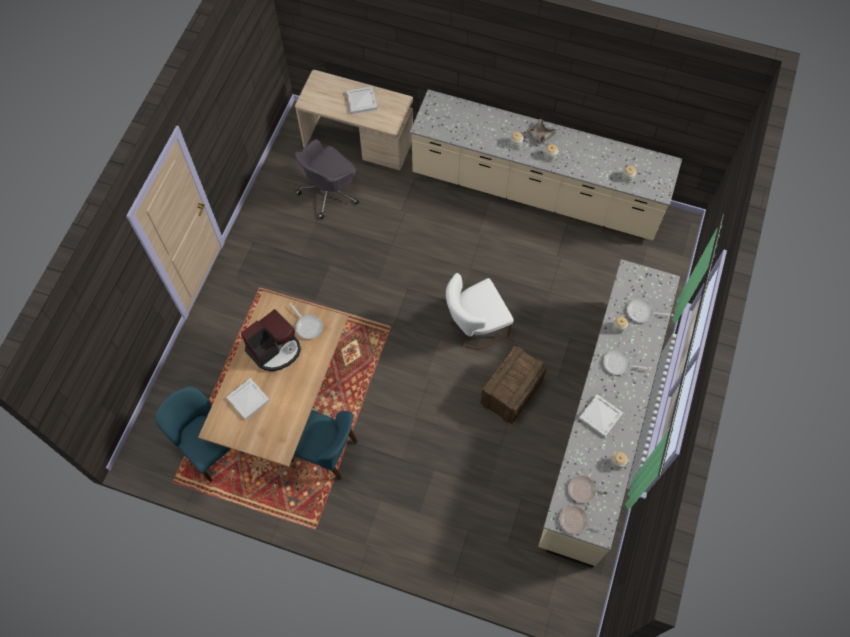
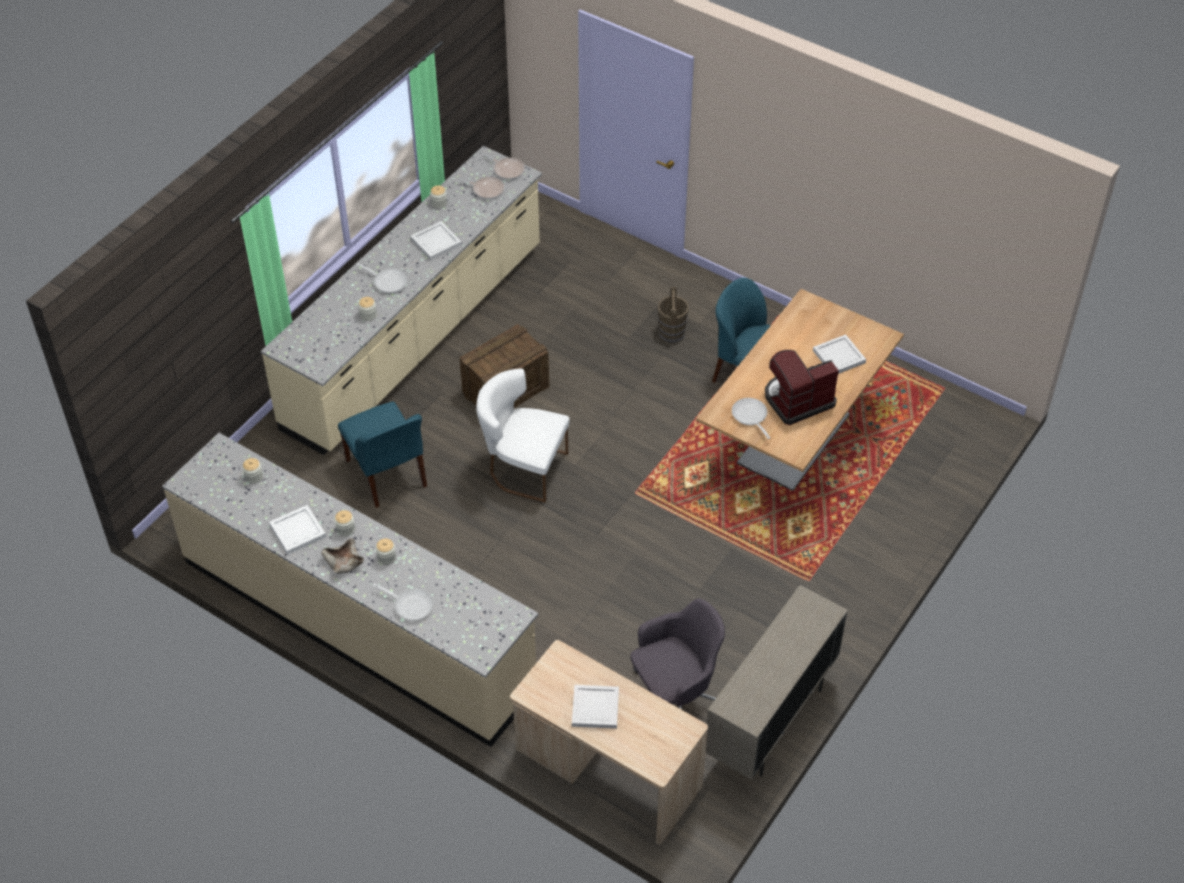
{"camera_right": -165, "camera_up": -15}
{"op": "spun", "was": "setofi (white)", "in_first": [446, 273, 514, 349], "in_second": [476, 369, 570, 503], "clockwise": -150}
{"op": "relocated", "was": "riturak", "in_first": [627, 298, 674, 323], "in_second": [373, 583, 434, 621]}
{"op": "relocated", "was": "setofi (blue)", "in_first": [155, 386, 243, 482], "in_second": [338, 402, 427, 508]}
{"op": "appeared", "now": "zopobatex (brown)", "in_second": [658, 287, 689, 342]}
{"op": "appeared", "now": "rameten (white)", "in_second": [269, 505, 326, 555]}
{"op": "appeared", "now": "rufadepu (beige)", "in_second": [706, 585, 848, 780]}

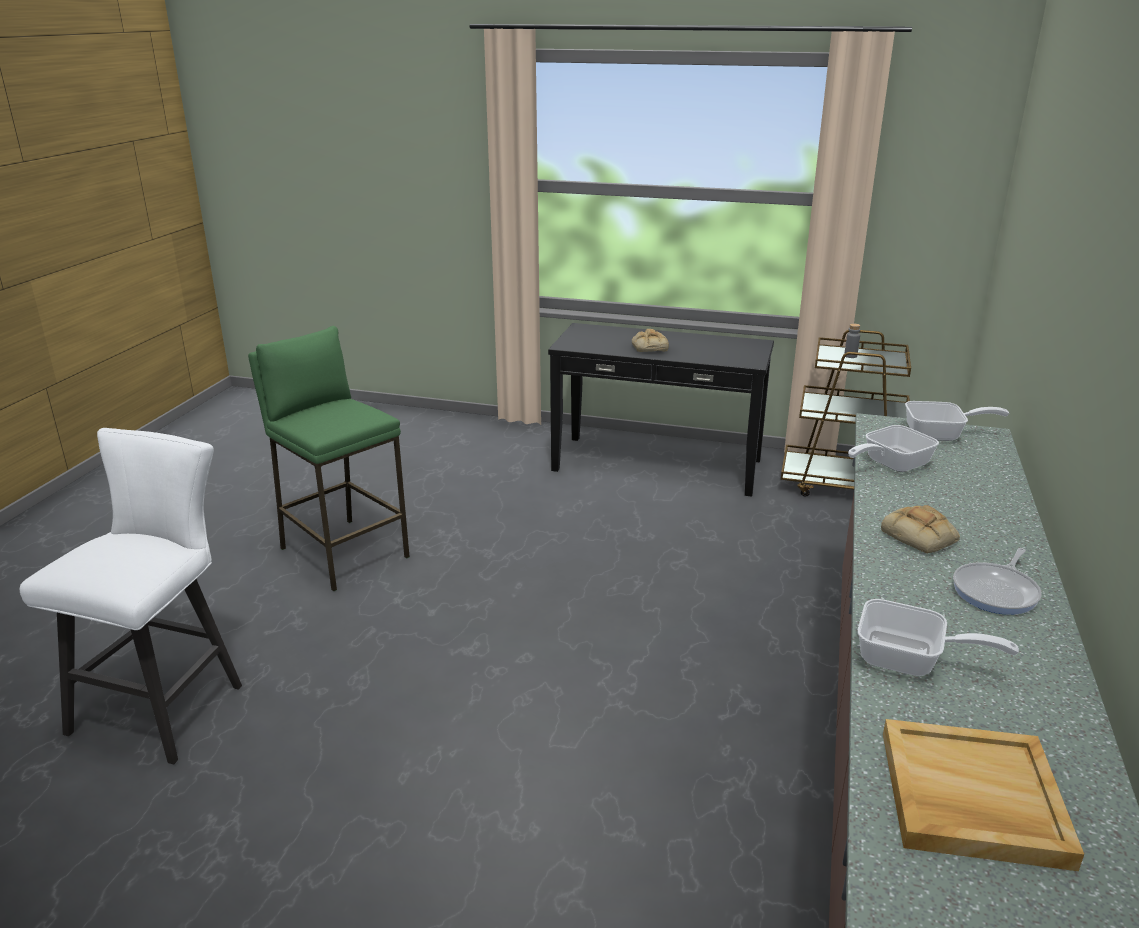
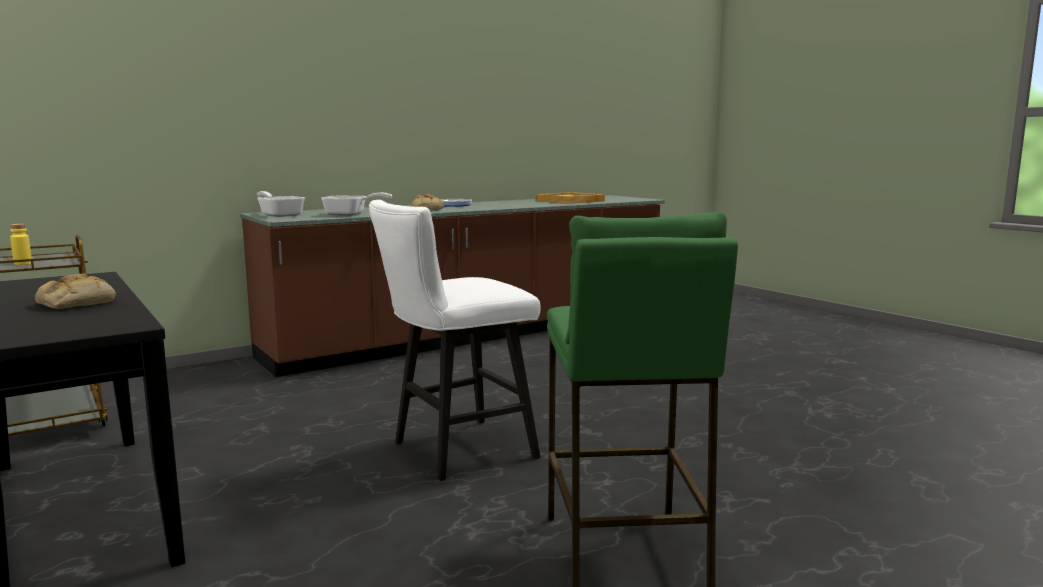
{"camera_right": -140, "camera_up": -15}
{"op": "colour", "was": "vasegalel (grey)", "now": "vasegalel (yellow)", "in_first": [844, 323, 860, 358], "in_second": [10, 224, 32, 265]}
{"op": "relocated", "was": "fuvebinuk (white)", "in_first": [20, 428, 242, 765], "in_second": [369, 200, 541, 481]}
{"op": "missing", "was": "riturak", "in_first": [858, 599, 1019, 676]}

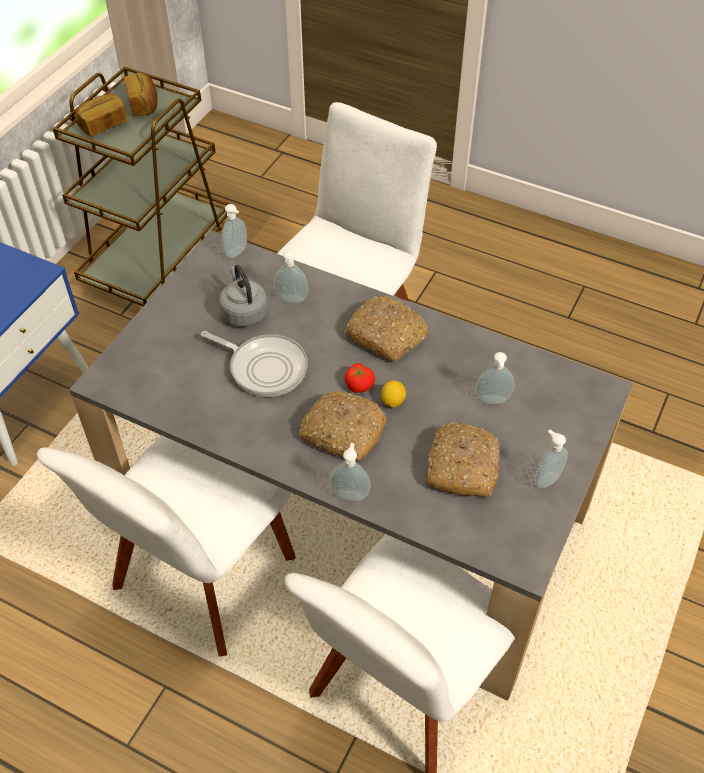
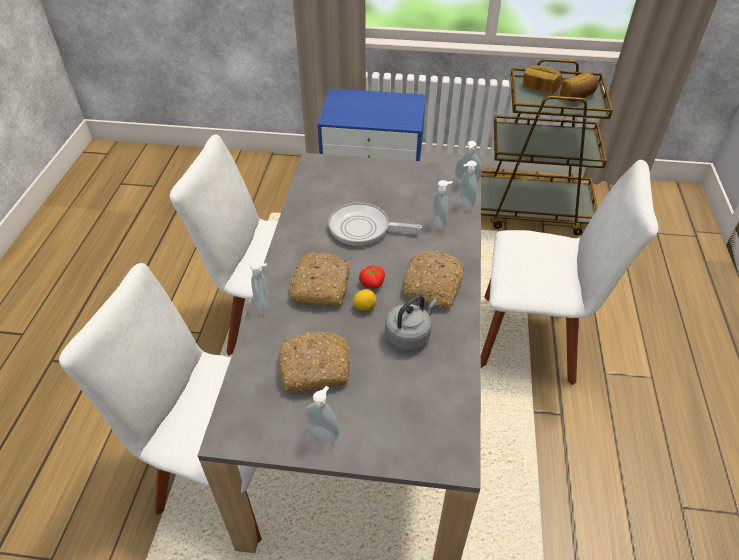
{"camera_right": 70, "camera_up": -5}
{"op": "relocated", "was": "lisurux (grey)", "in_first": [219, 265, 268, 327], "in_second": [385, 294, 438, 350]}
{"op": "spun", "was": "riturak", "in_first": [201, 331, 308, 397], "in_second": [328, 202, 422, 246], "clockwise": 90}
{"op": "relocated", "was": "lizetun", "in_first": [476, 352, 514, 404], "in_second": [460, 160, 477, 208]}

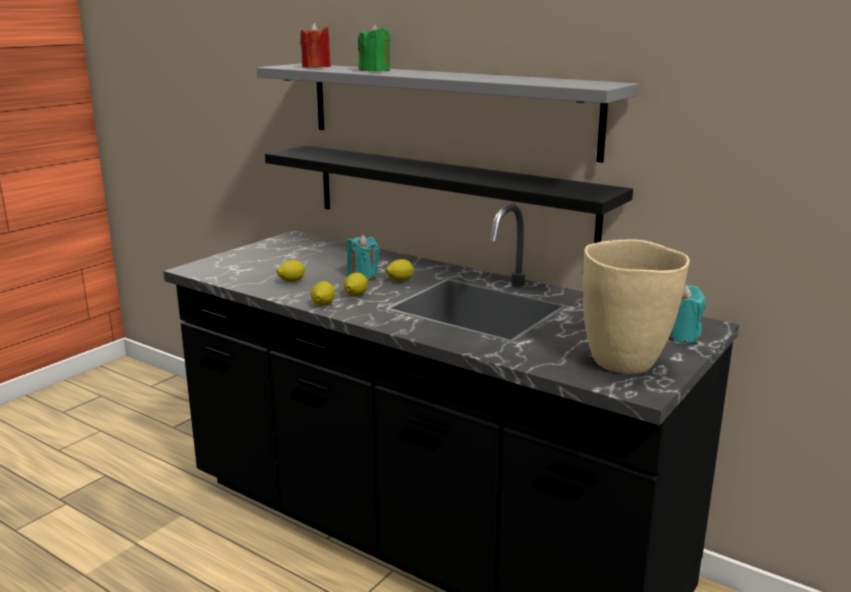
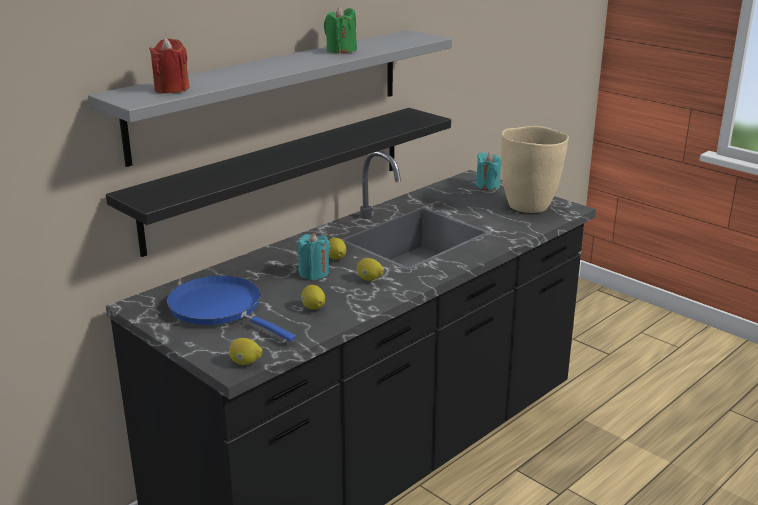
{"camera_right": -80, "camera_up": 5}
{"op": "relocated", "was": "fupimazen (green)", "in_first": [358, 24, 391, 72], "in_second": [324, 6, 357, 53]}
{"op": "relocated", "was": "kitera", "in_first": [311, 281, 335, 306], "in_second": [229, 338, 262, 365]}
{"op": "appeared", "now": "riturak (blue)", "in_second": [167, 275, 296, 341]}

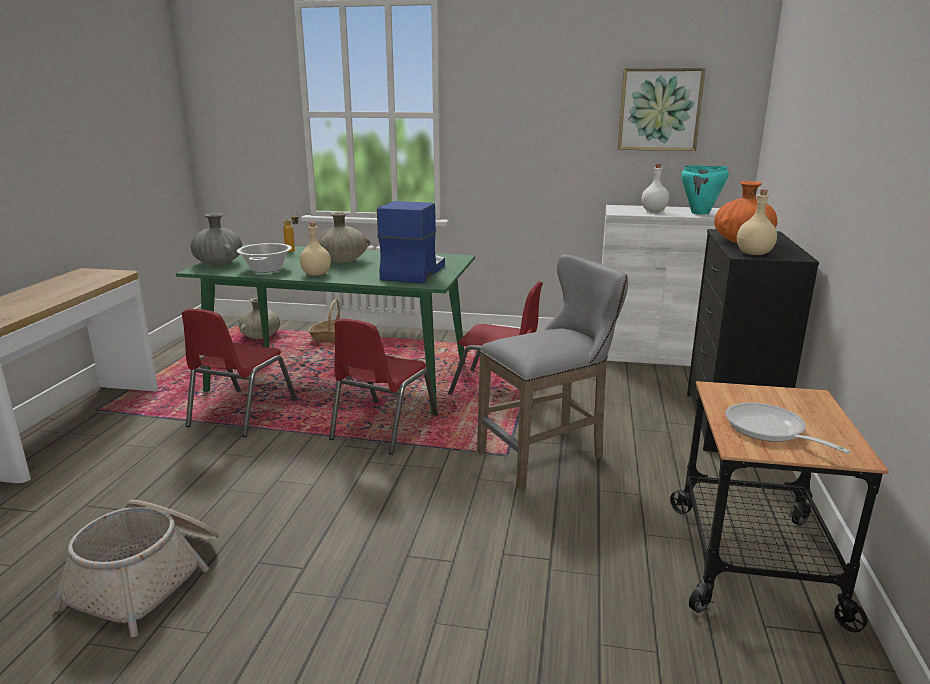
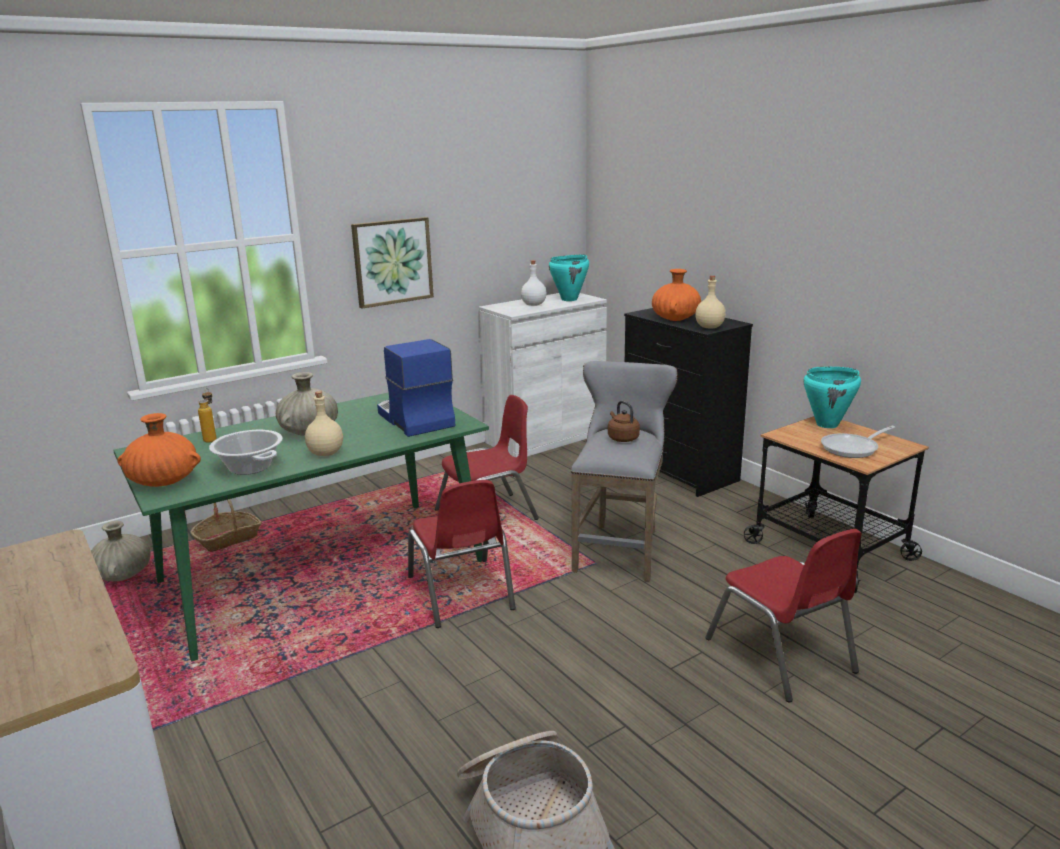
{"camera_right": -45, "camera_up": 0}
{"op": "relocated", "was": "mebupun", "in_first": [618, 68, 706, 151], "in_second": [351, 217, 434, 309]}
{"op": "colour", "was": "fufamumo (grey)", "now": "fufamumo (orange)", "in_first": [191, 213, 242, 265], "in_second": [118, 413, 201, 487]}
{"op": "relocated", "was": "setofi (red)", "in_first": [182, 309, 297, 437], "in_second": [705, 529, 862, 702]}
{"op": "spun", "was": "riturak", "in_first": [725, 403, 850, 454], "in_second": [821, 426, 895, 458], "clockwise": -45}
{"op": "appeared", "now": "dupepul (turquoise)", "in_second": [803, 367, 861, 428]}
{"op": "appeared", "now": "lisurux (brown)", "in_second": [608, 401, 640, 442]}

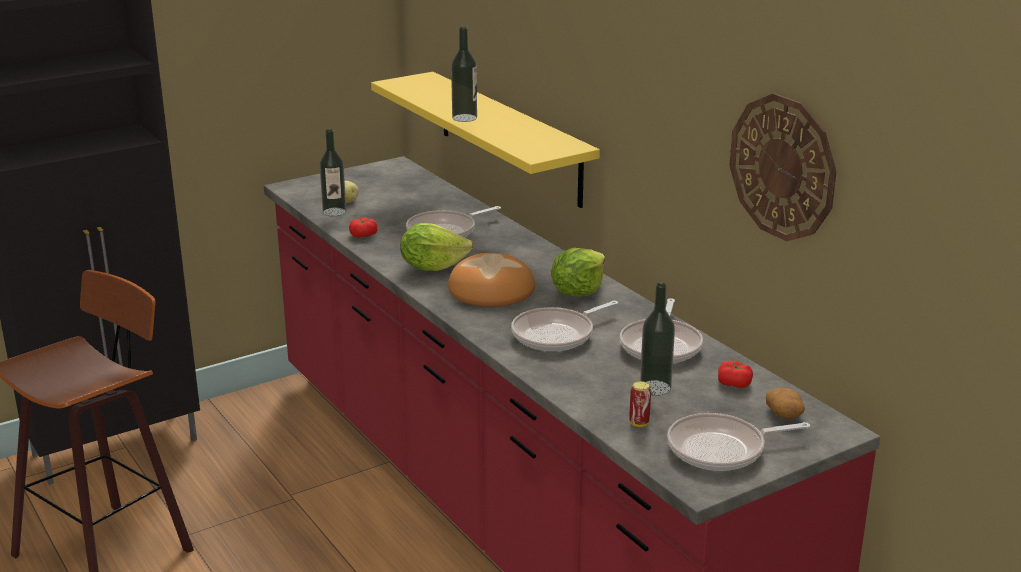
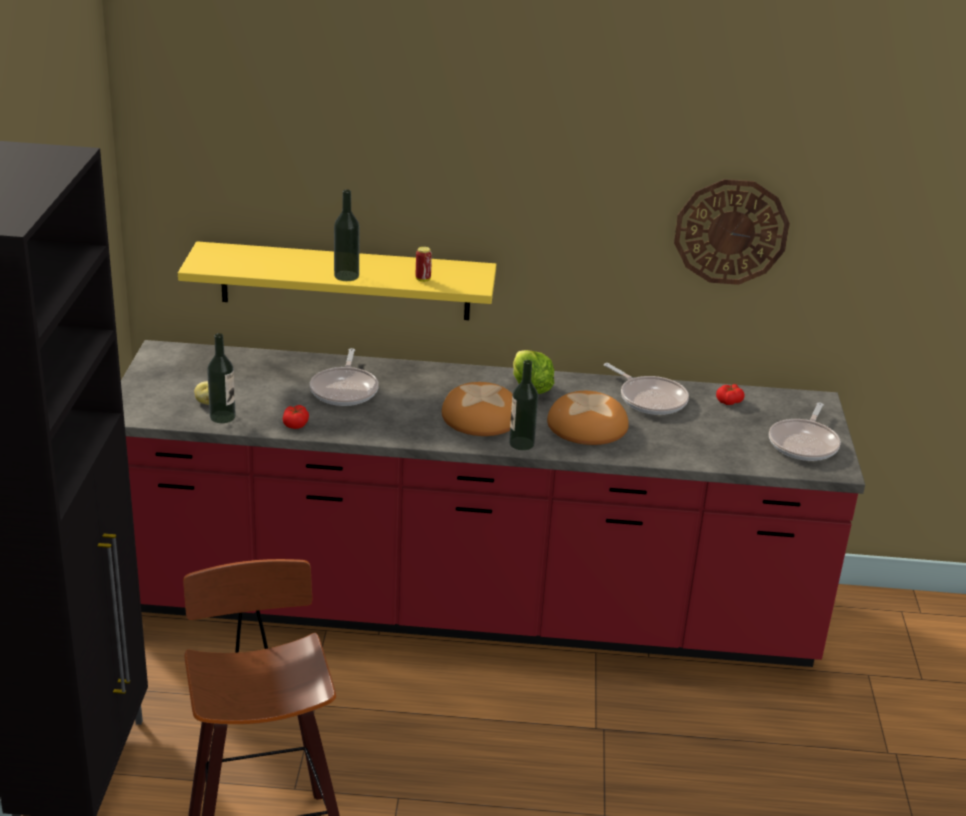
{"camera_right": -55, "camera_up": 5}
{"op": "missing", "was": "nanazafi", "in_first": [400, 223, 473, 271]}
{"op": "relocated", "was": "vasegalel", "in_first": [640, 283, 675, 396], "in_second": [509, 360, 538, 450]}
{"op": "exchanged", "was": "riturak", "now": "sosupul", "in_first": [511, 301, 618, 351], "in_second": [547, 391, 629, 445]}
{"op": "relocated", "was": "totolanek", "in_first": [629, 381, 651, 427], "in_second": [416, 247, 432, 282]}
{"op": "missing", "was": "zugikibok", "in_first": [766, 388, 805, 418]}

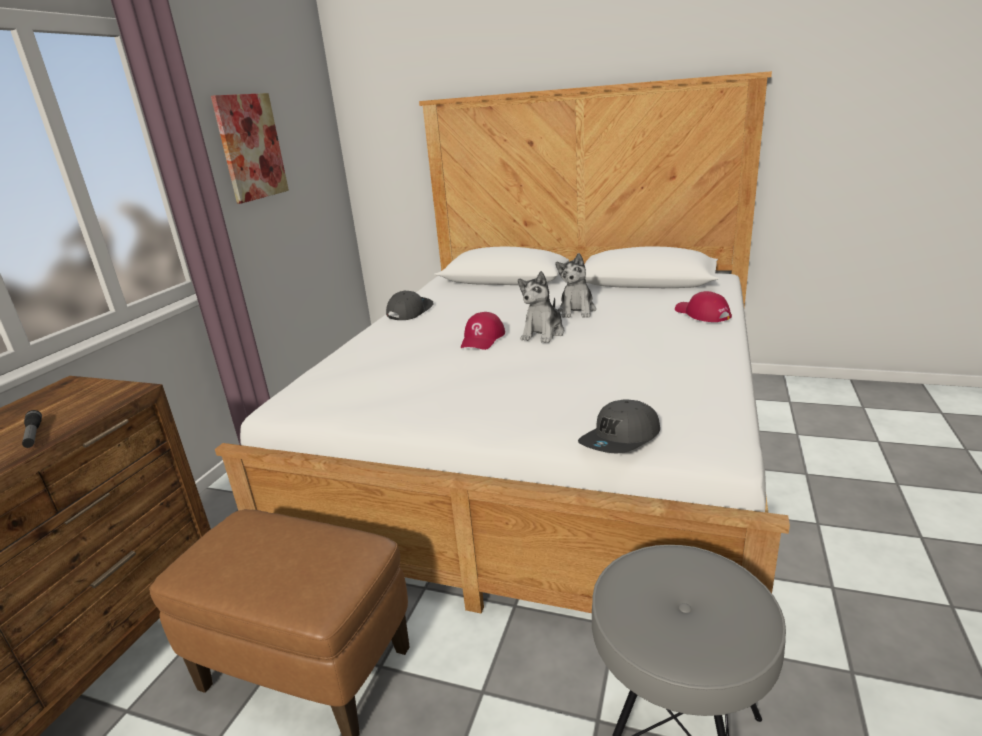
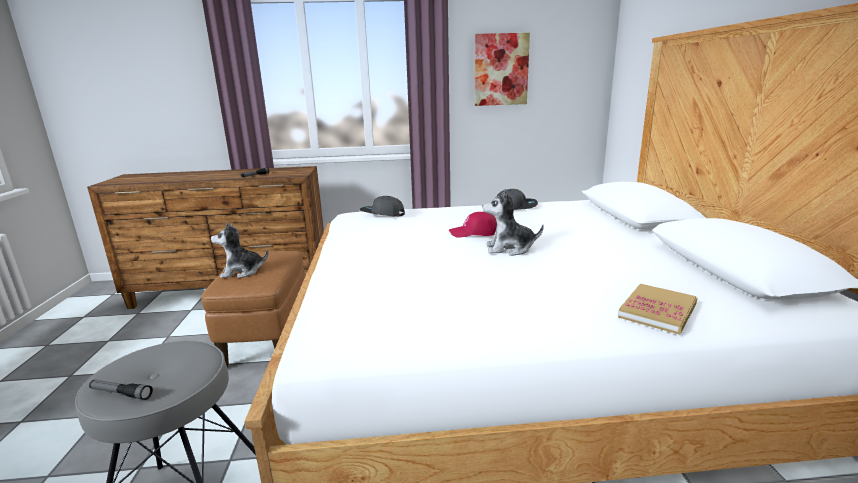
{"camera_right": 65, "camera_up": -5}
{"op": "relocated", "was": "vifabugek", "in_first": [555, 253, 596, 318], "in_second": [211, 223, 269, 278]}
{"op": "exchanged", "was": "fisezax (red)", "now": "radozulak", "in_first": [675, 291, 732, 322], "in_second": [618, 284, 697, 334]}
{"op": "relocated", "was": "fisezax (grey)", "in_first": [578, 399, 660, 453], "in_second": [360, 196, 405, 217]}
{"op": "appeared", "now": "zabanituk", "in_second": [89, 380, 153, 400]}

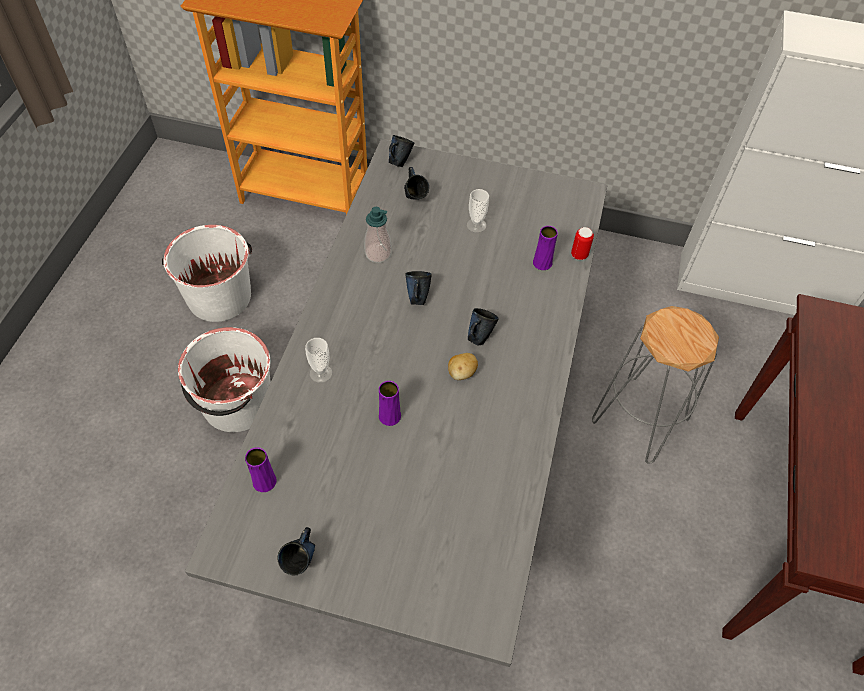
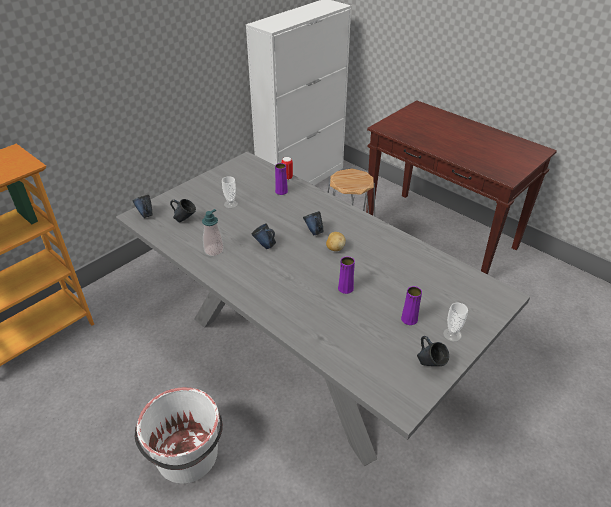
{"camera_right": -60, "camera_up": -15}
{"op": "missing", "was": "zopobatex (white)", "in_first": [162, 225, 252, 322]}
{"op": "relocated", "was": "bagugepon", "in_first": [305, 338, 332, 383], "in_second": [443, 303, 468, 342]}
{"op": "relocated", "was": "fufamumo (purple)", "in_first": [245, 447, 276, 492], "in_second": [401, 286, 422, 325]}

